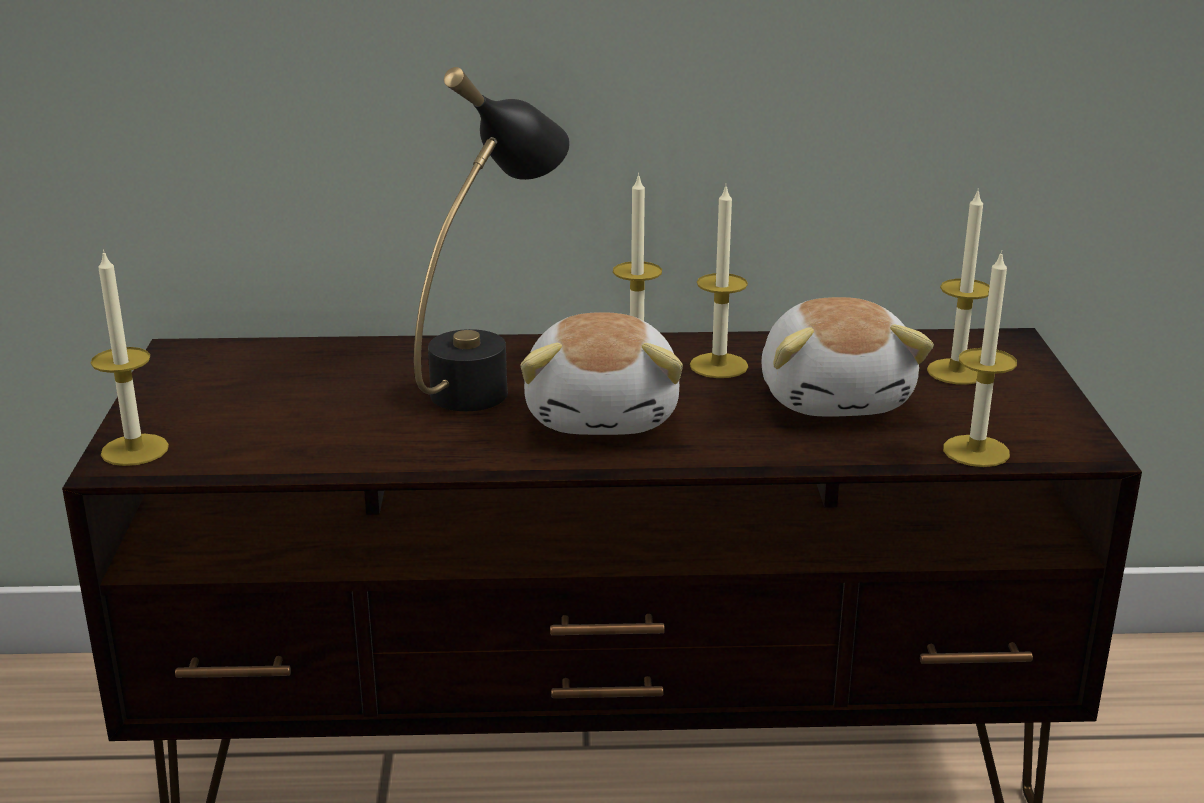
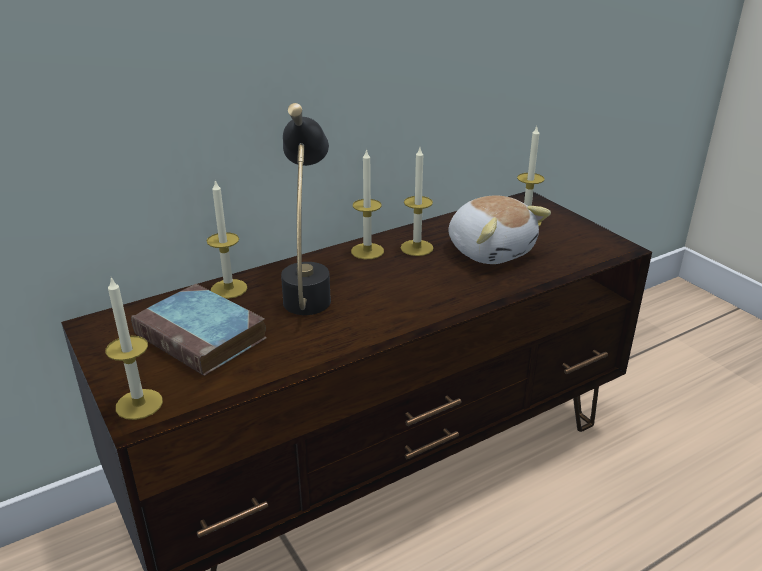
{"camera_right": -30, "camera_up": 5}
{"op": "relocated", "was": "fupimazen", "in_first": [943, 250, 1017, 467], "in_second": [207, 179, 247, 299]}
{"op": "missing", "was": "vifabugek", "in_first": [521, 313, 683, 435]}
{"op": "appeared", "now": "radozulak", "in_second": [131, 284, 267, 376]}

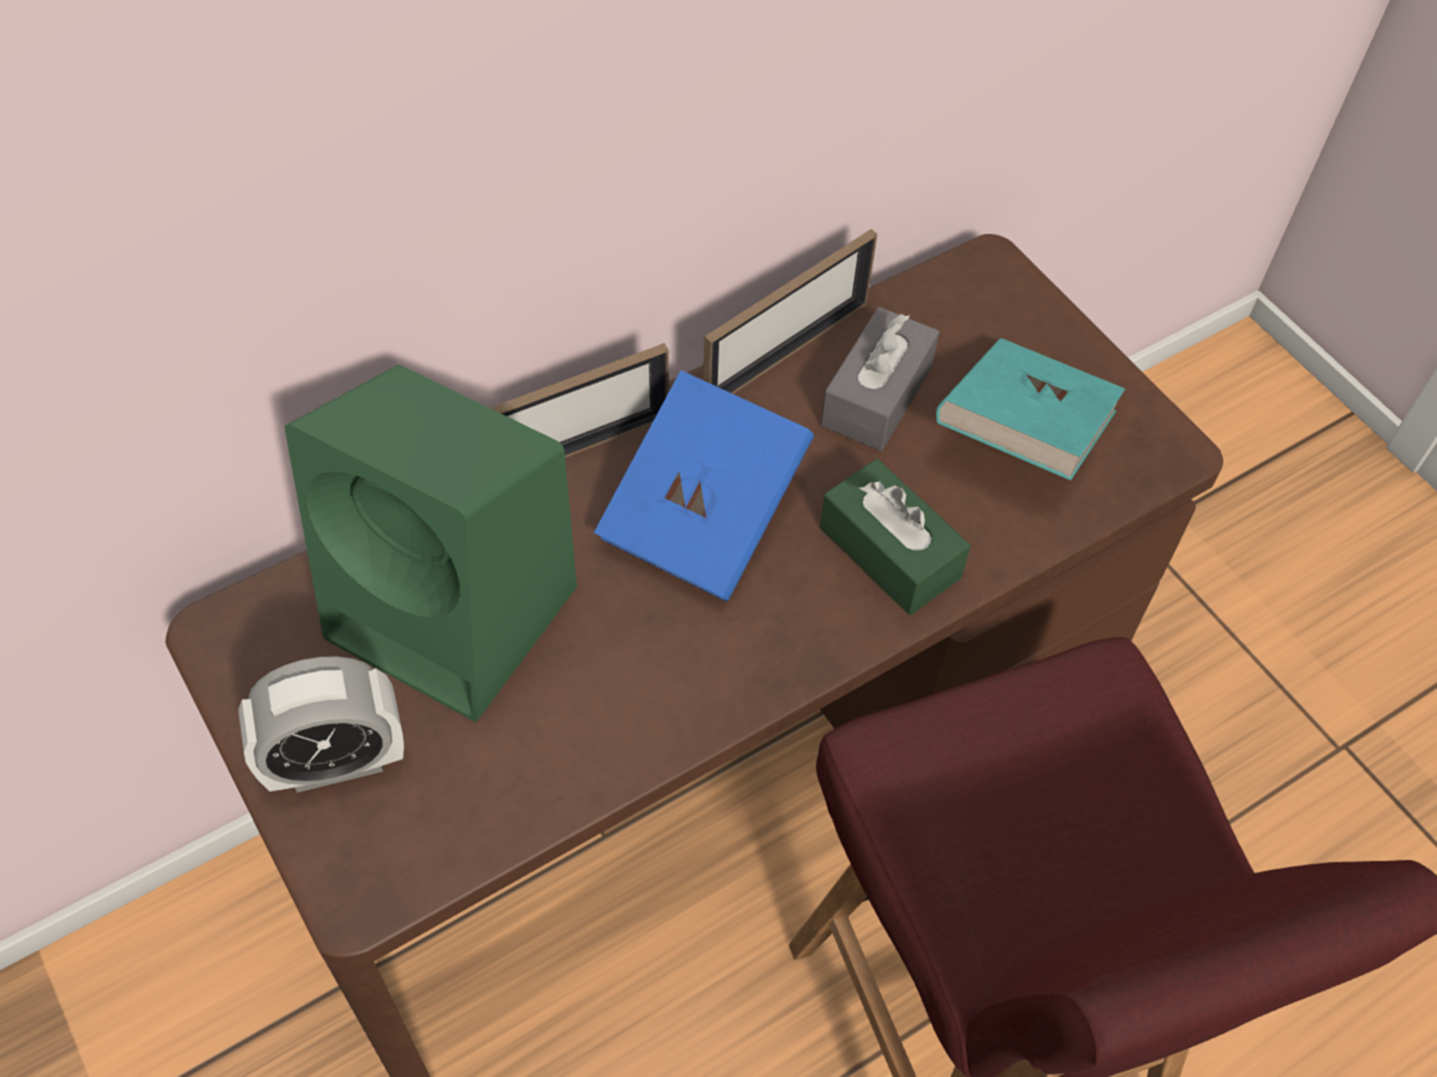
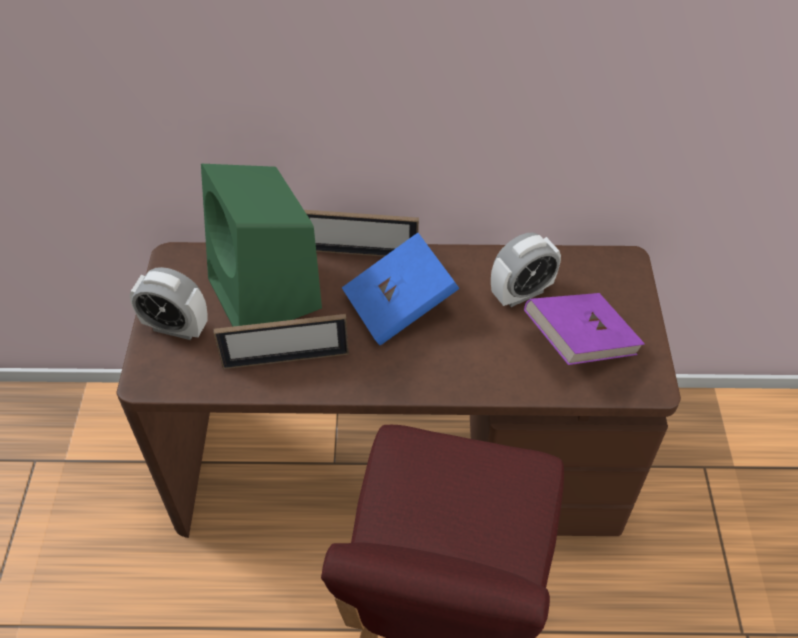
{"camera_right": 35, "camera_up": -5}
{"op": "relocated", "was": "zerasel", "in_first": [703, 229, 877, 394], "in_second": [213, 314, 349, 369]}
{"op": "exchanged", "was": "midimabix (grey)", "now": "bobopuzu", "in_first": [821, 307, 939, 451], "in_second": [491, 233, 561, 307]}
{"op": "colour", "was": "radozulak (turquoise)", "now": "radozulak (purple)", "in_first": [936, 338, 1125, 480], "in_second": [524, 293, 645, 365]}
{"op": "missing", "was": "midimabix (green)", "in_first": [820, 459, 971, 615]}

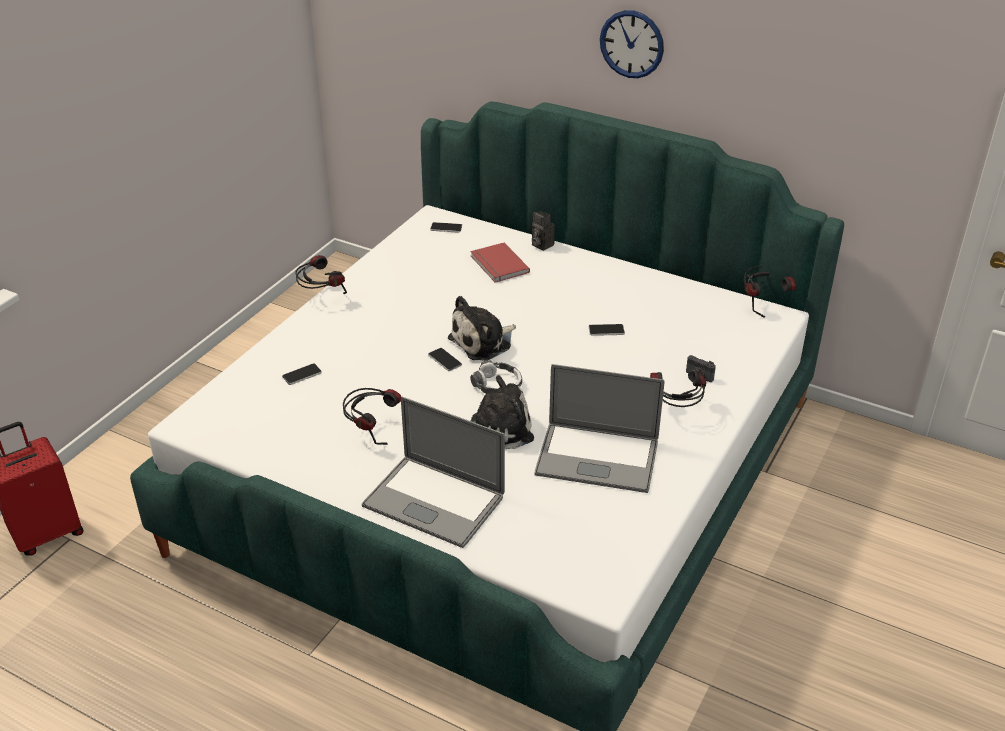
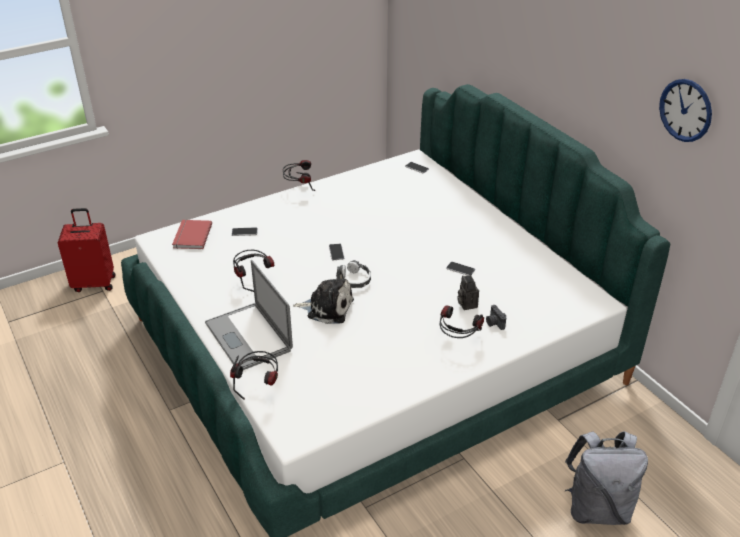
{"camera_right": 30, "camera_up": 0}
{"op": "relocated", "was": "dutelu", "in_first": [600, 10, 664, 78], "in_second": [659, 79, 712, 142]}
{"op": "relocated", "was": "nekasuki", "in_first": [532, 211, 555, 251], "in_second": [457, 275, 479, 310]}
{"op": "relocated", "was": "radozulak (red)", "in_first": [471, 243, 530, 283], "in_second": [172, 220, 212, 249]}
{"op": "relocated", "was": "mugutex", "in_first": [743, 266, 796, 318], "in_second": [230, 351, 278, 400]}
{"op": "missing", "was": "vifabugek", "in_first": [448, 296, 516, 361]}
{"op": "missing", "was": "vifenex", "in_first": [535, 364, 664, 493]}
{"op": "appeared", "now": "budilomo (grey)", "in_second": [565, 431, 648, 525]}

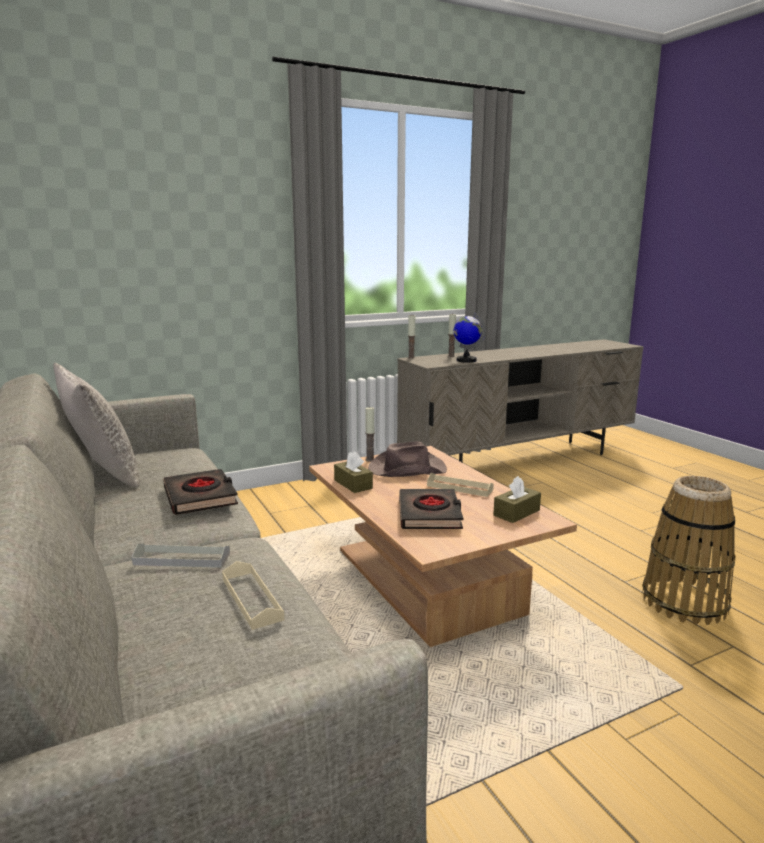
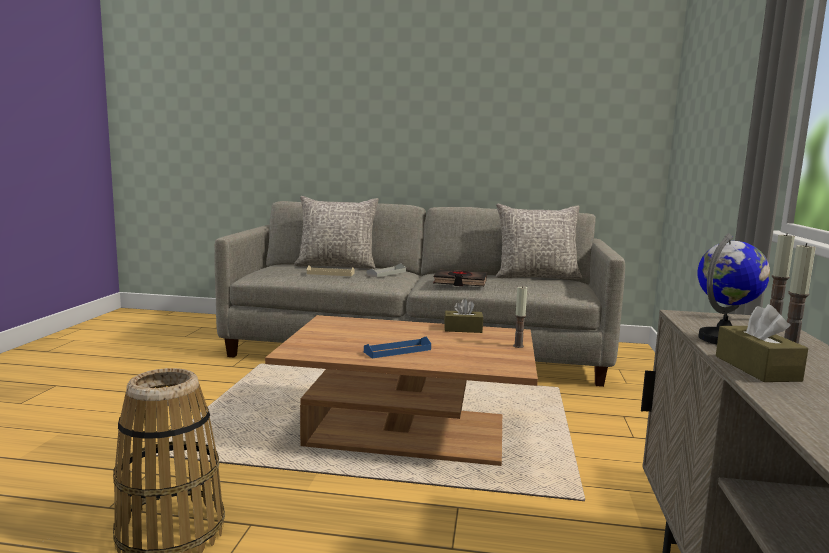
{"camera_right": 125, "camera_up": -5}
{"op": "missing", "was": "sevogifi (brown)", "in_first": [368, 441, 447, 477]}
{"op": "colour", "was": "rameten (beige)", "now": "rameten (blue)", "in_first": [427, 473, 494, 497], "in_second": [364, 336, 431, 358]}
{"op": "relocated", "was": "midimabix (brown)", "in_first": [493, 476, 541, 523], "in_second": [716, 304, 808, 382]}
{"op": "missing", "was": "radozulak (black)", "in_first": [399, 489, 463, 529]}
{"op": "appeared", "now": "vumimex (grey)", "in_second": [294, 196, 379, 269]}

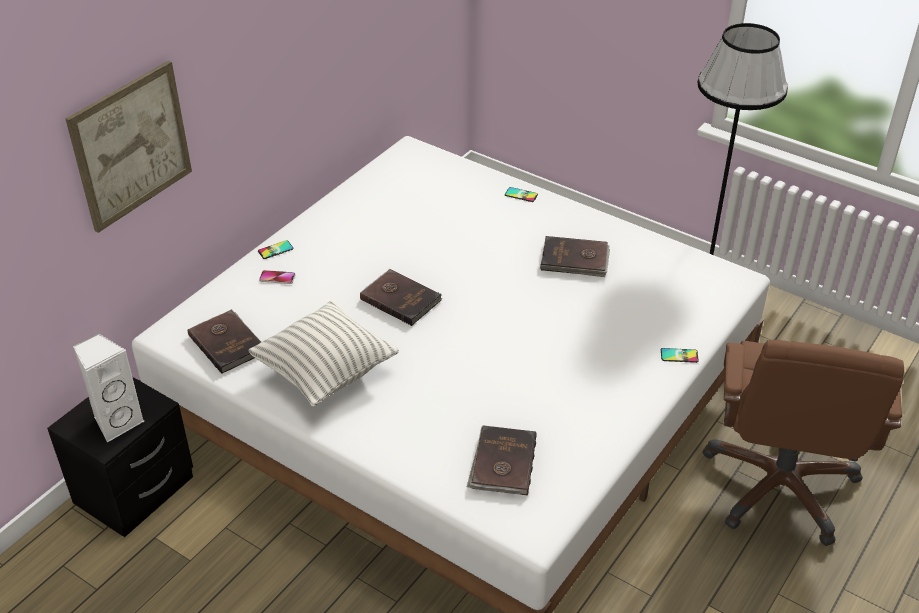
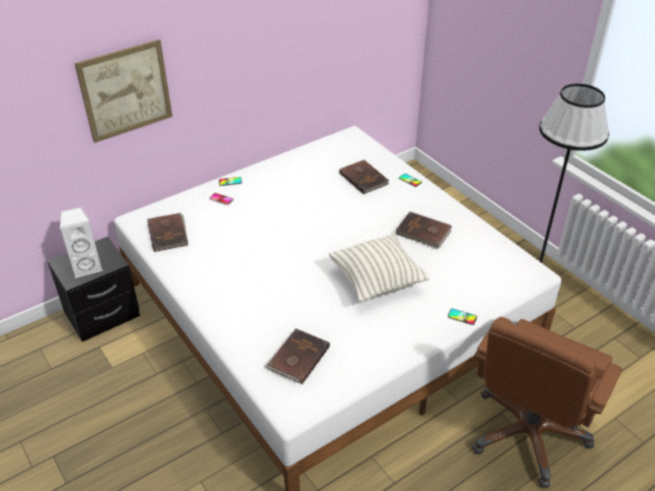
{"camera_right": 20, "camera_up": 0}
{"op": "relocated", "was": "radozulak (brown)", "in_first": [360, 269, 442, 326], "in_second": [339, 160, 389, 195]}
{"op": "relocated", "was": "vumimex", "in_first": [248, 300, 399, 407], "in_second": [329, 234, 429, 302]}

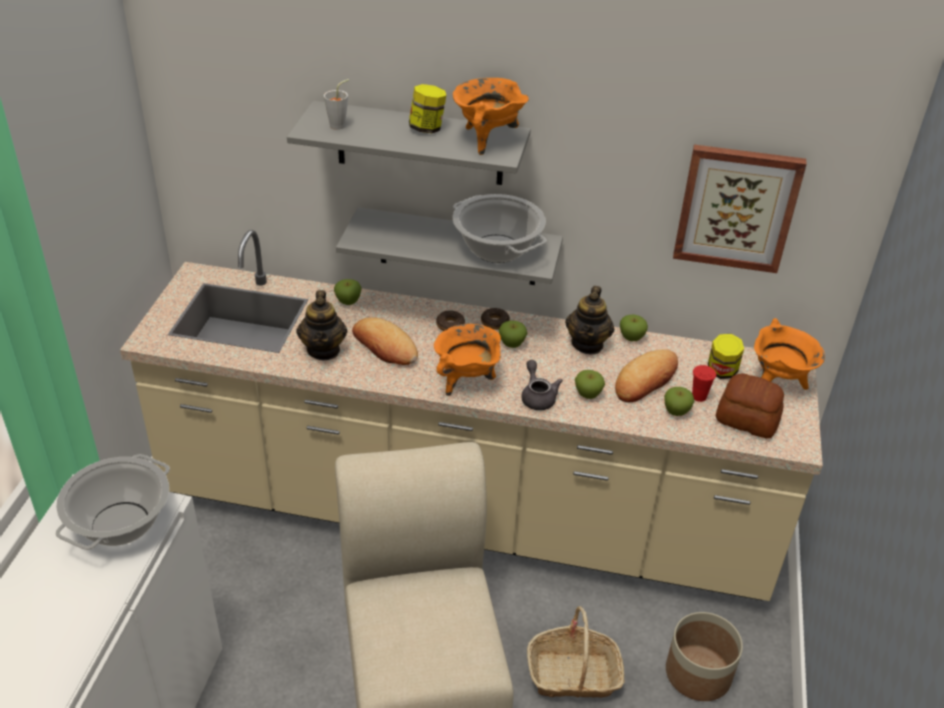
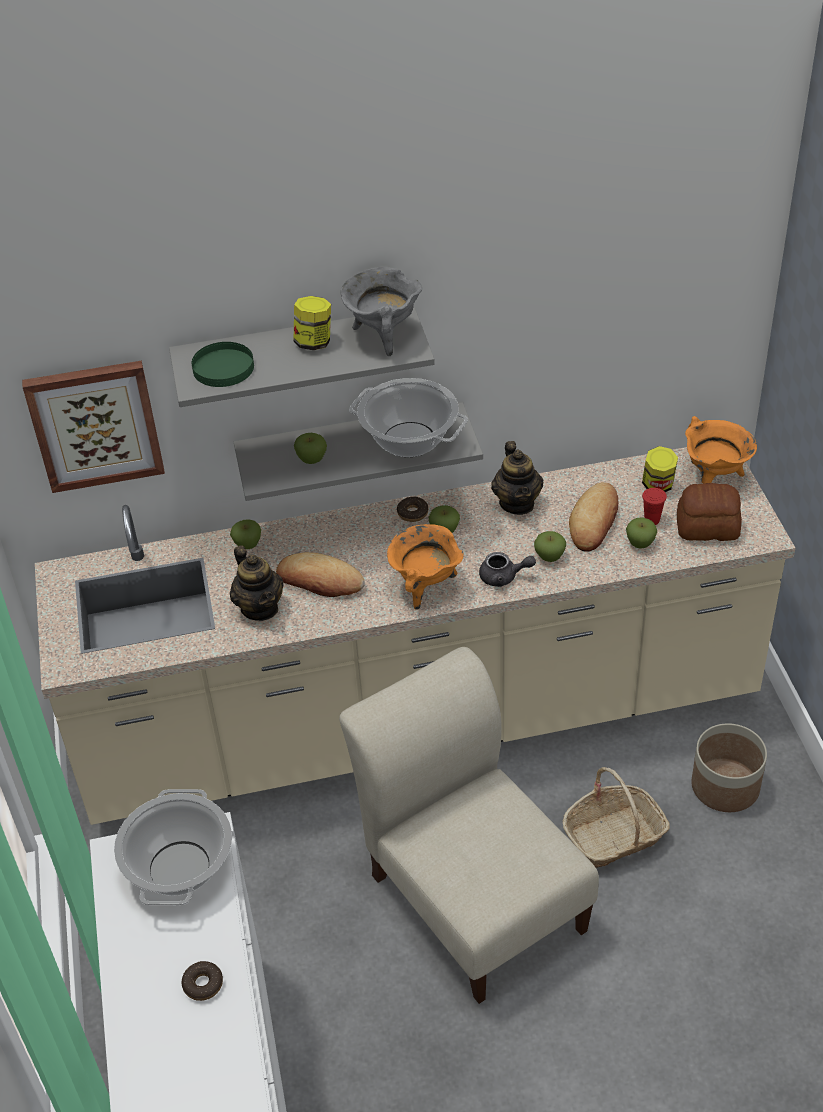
{"camera_right": -20, "camera_up": 5}
{"op": "colour", "was": "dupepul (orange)", "now": "dupepul (grey)", "in_first": [453, 78, 529, 155], "in_second": [341, 267, 422, 356]}
{"op": "exchanged", "was": "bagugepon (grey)", "now": "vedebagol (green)", "in_first": [324, 79, 349, 130], "in_second": [192, 342, 254, 387]}
{"op": "relocated", "was": "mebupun", "in_first": [673, 145, 807, 273], "in_second": [22, 360, 165, 493]}
{"op": "relocated", "was": "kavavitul", "in_first": [436, 310, 465, 331], "in_second": [182, 961, 223, 1001]}
{"op": "relocated", "was": "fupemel", "in_first": [620, 315, 648, 342], "in_second": [294, 433, 327, 464]}
{"op": "spun", "was": "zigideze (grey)", "in_first": [521, 360, 563, 410], "in_second": [479, 552, 536, 587], "clockwise": 135}

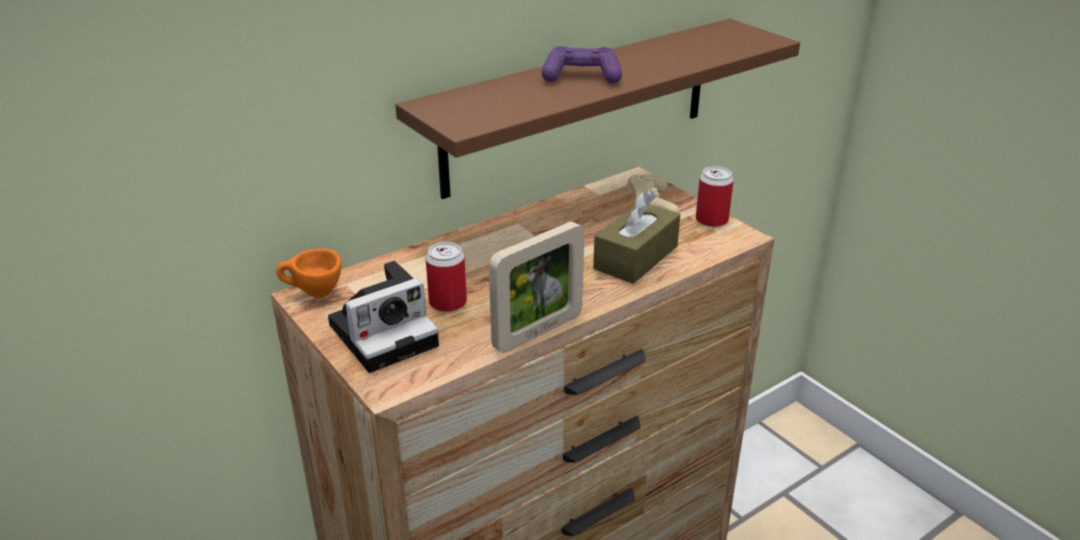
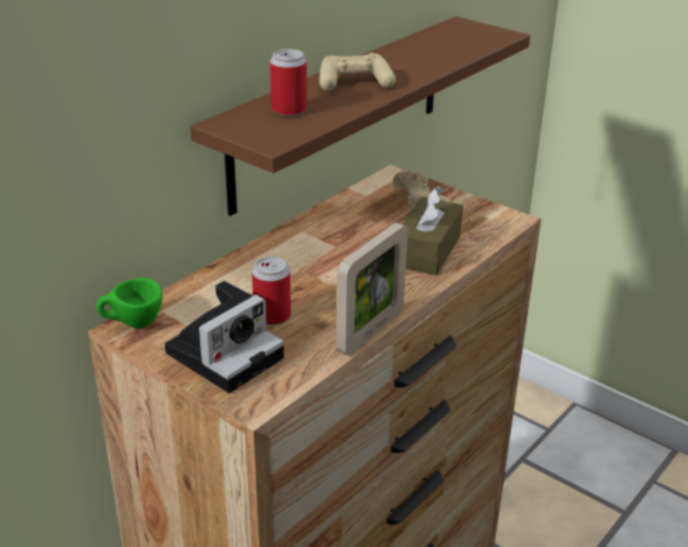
{"camera_right": -15, "camera_up": 0}
{"op": "colour", "was": "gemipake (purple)", "now": "gemipake (beige)", "in_first": [542, 46, 622, 84], "in_second": [319, 53, 396, 91]}
{"op": "relocated", "was": "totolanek", "in_first": [696, 166, 734, 227], "in_second": [270, 49, 307, 116]}
{"op": "colour", "was": "bagugepon (orange)", "now": "bagugepon (green)", "in_first": [276, 249, 342, 298], "in_second": [96, 278, 163, 328]}

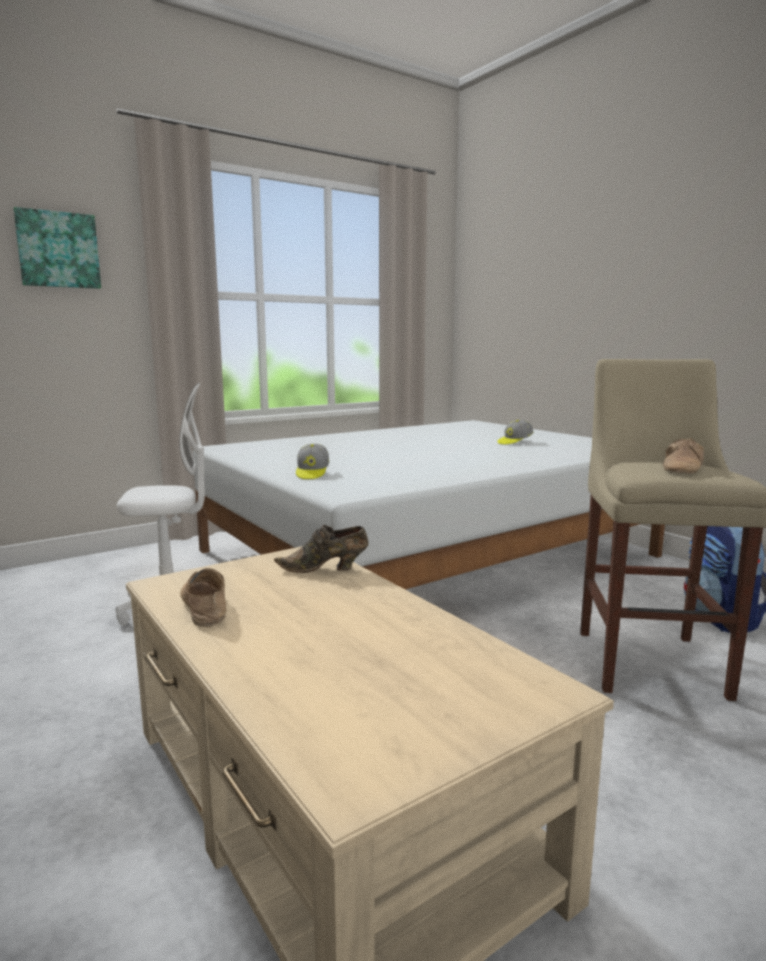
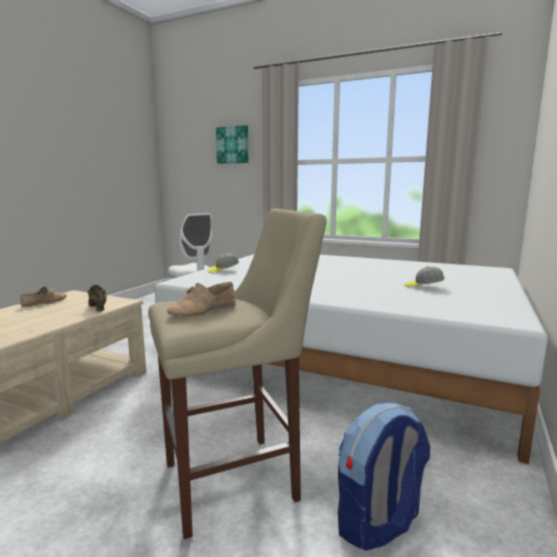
{"camera_right": 60, "camera_up": 0}
{"op": "spun", "was": "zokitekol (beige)", "in_first": [663, 438, 704, 474], "in_second": [167, 282, 236, 317], "clockwise": -45}

